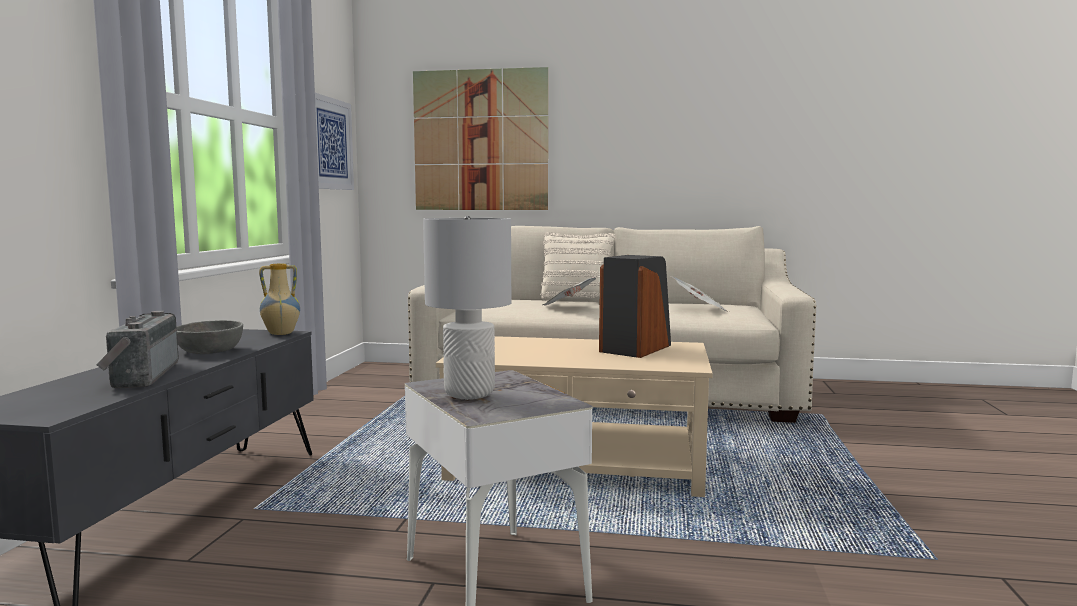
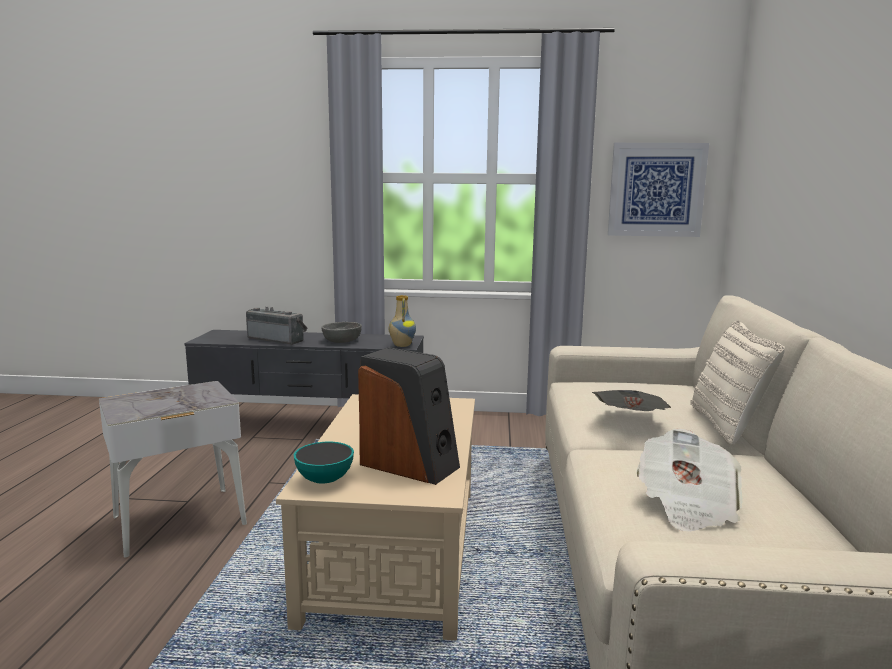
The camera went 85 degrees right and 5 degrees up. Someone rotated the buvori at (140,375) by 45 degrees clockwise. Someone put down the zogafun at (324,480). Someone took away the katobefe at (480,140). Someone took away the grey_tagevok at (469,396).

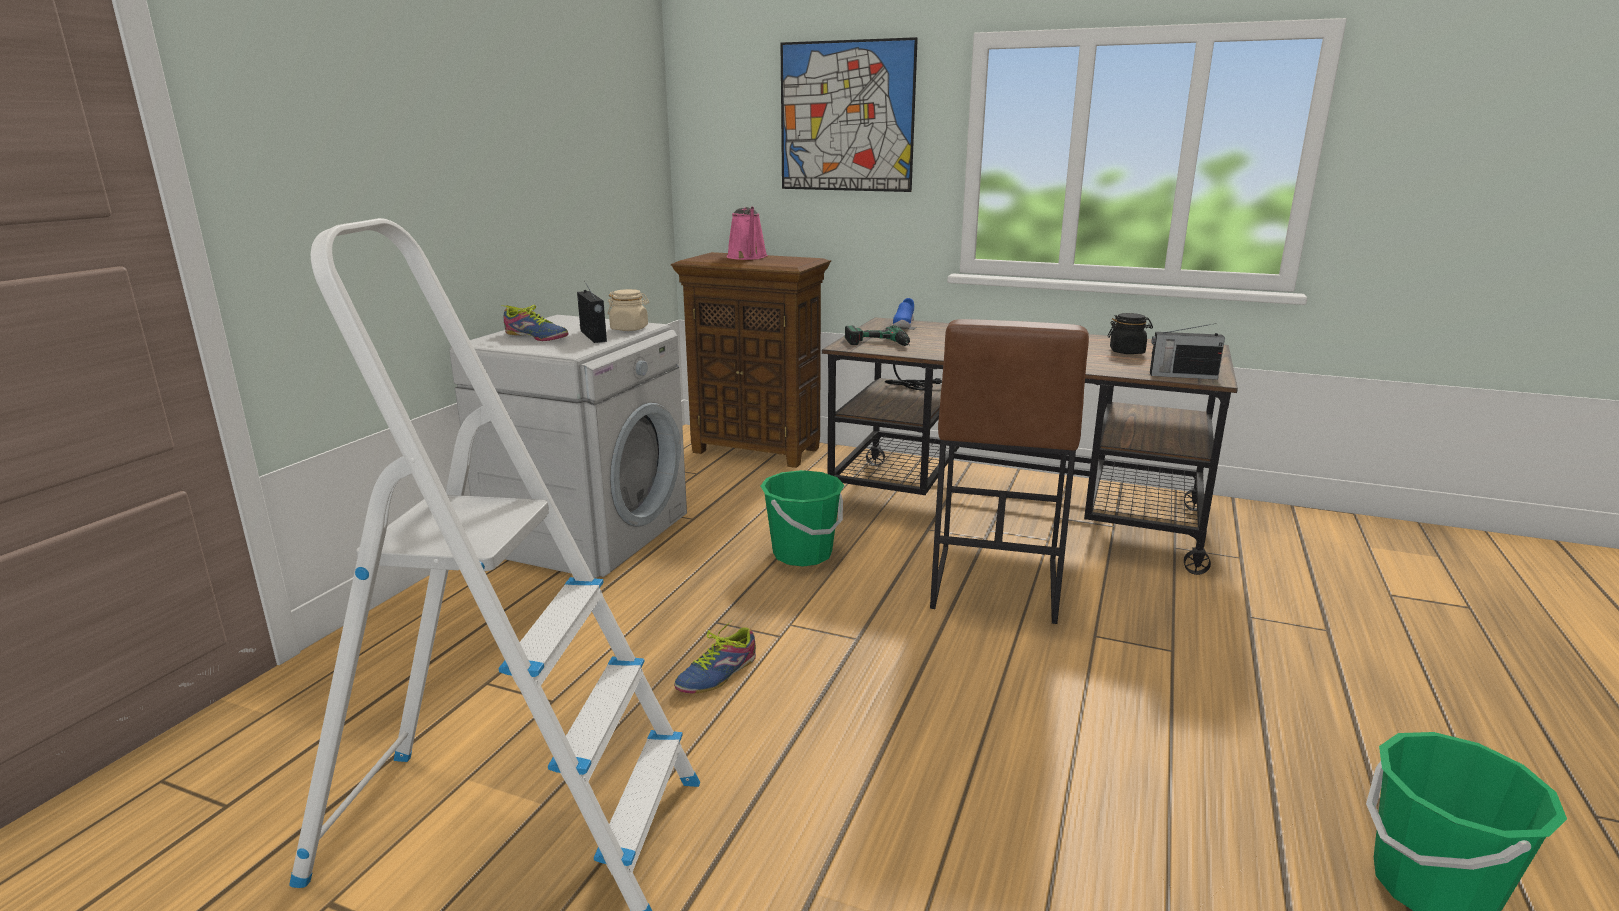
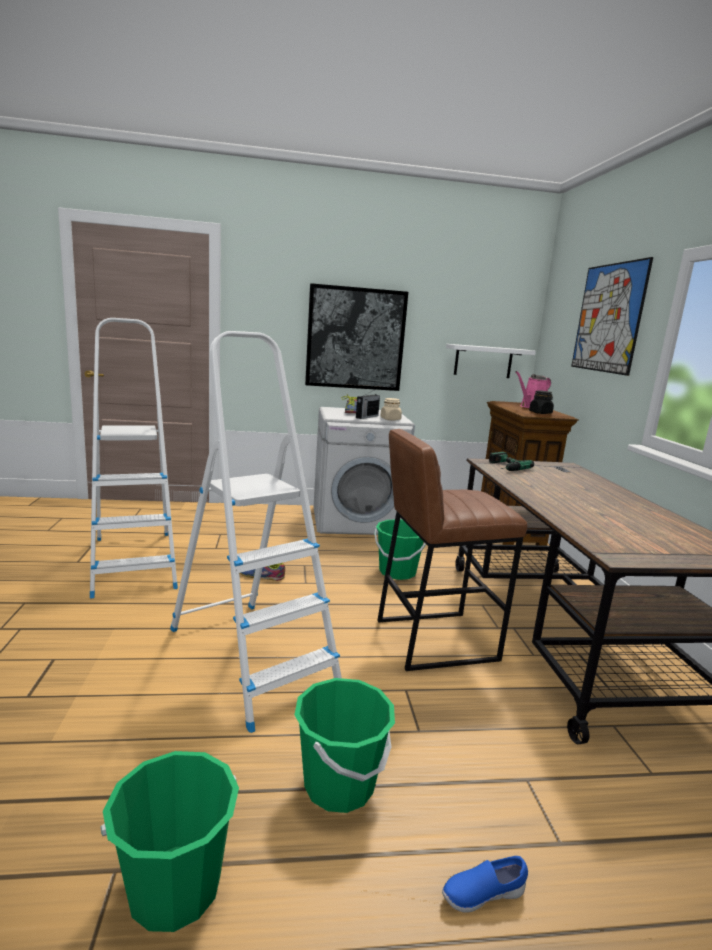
The camera went 60 degrees right and 5 degrees down. Someone put down the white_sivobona at (251,658). Someone put down the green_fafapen at (339,785). Someone put up the katobefe at (355,338). Someone carried the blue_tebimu from (903,325) to (482,894). Someone put up the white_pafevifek at (483,361). Someone carried the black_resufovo from (1127,352) to (540,413). Someone took away the buvori at (1181,375).

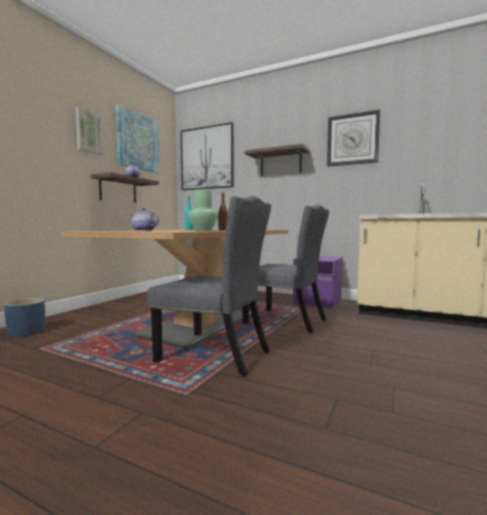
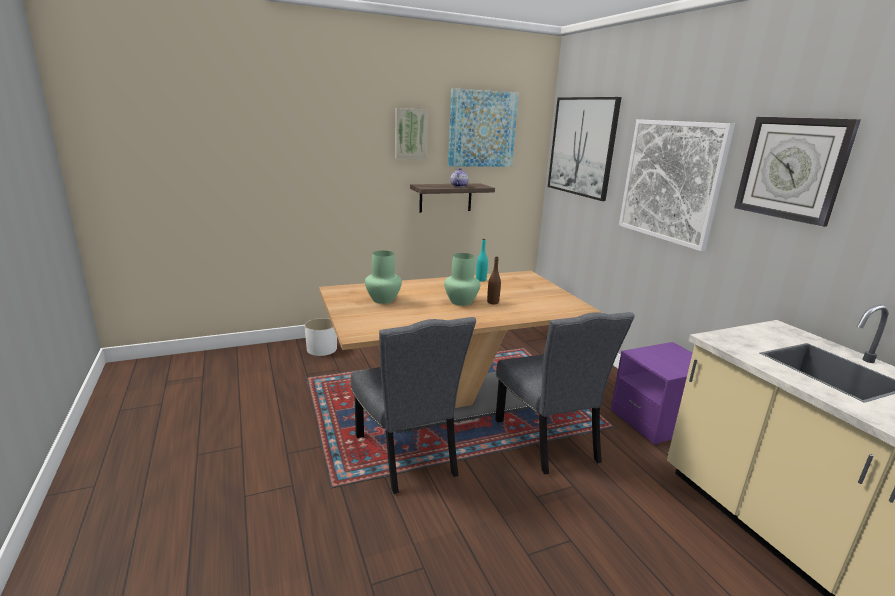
The camera went 40 degrees right and 15 degrees up. Someone repainted the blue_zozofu at (26,331), which became the white_zozofu at (321,349). Someone swapped the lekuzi at (143,230) for the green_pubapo at (383,300). Someone swapped the pafevifek at (281,163) for the katobefe at (671,181).

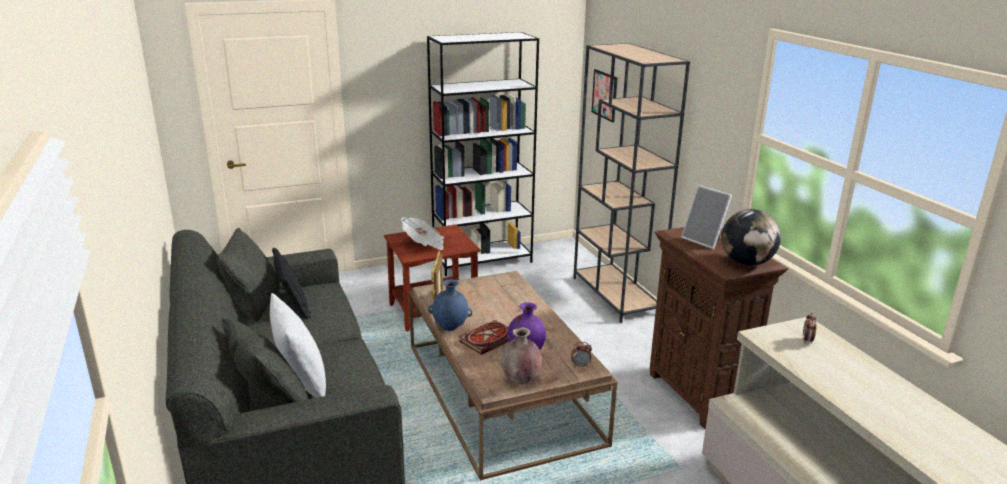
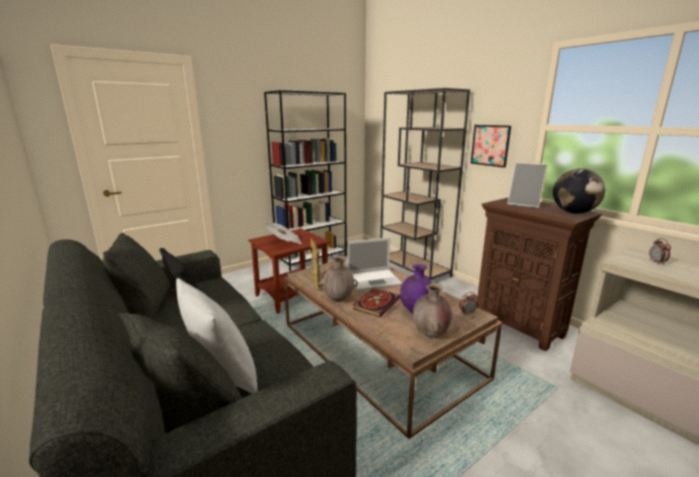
The camera went 15 degrees left and 5 degrees down. Someone repainted the blue_pubapo at (450,328), which became the brown_pubapo at (338,299). Someone put down the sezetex at (374,280). Someone carried the katobefe from (605,95) to (490,145).

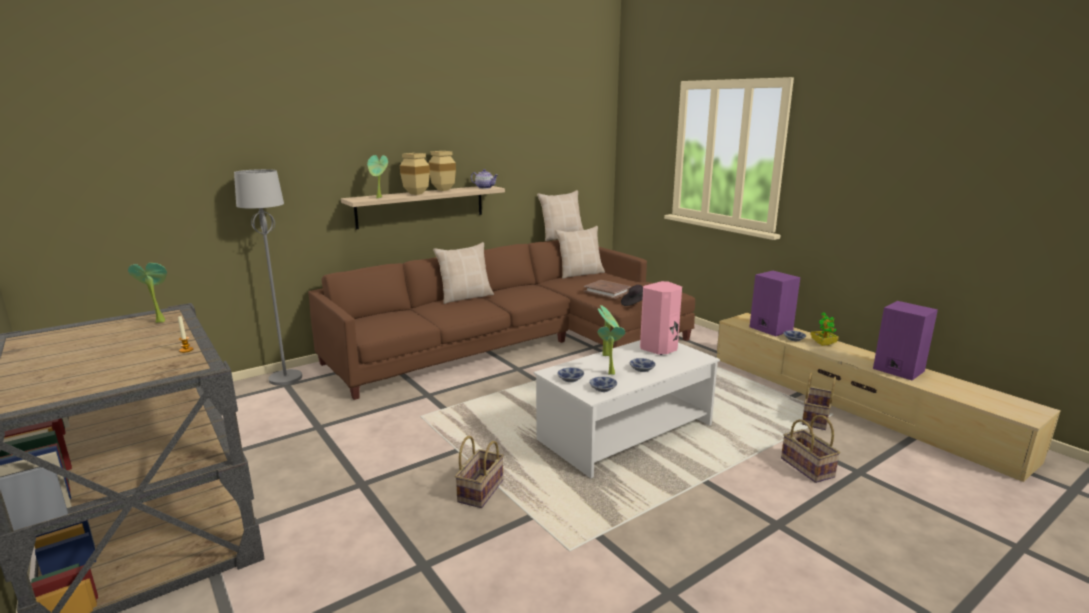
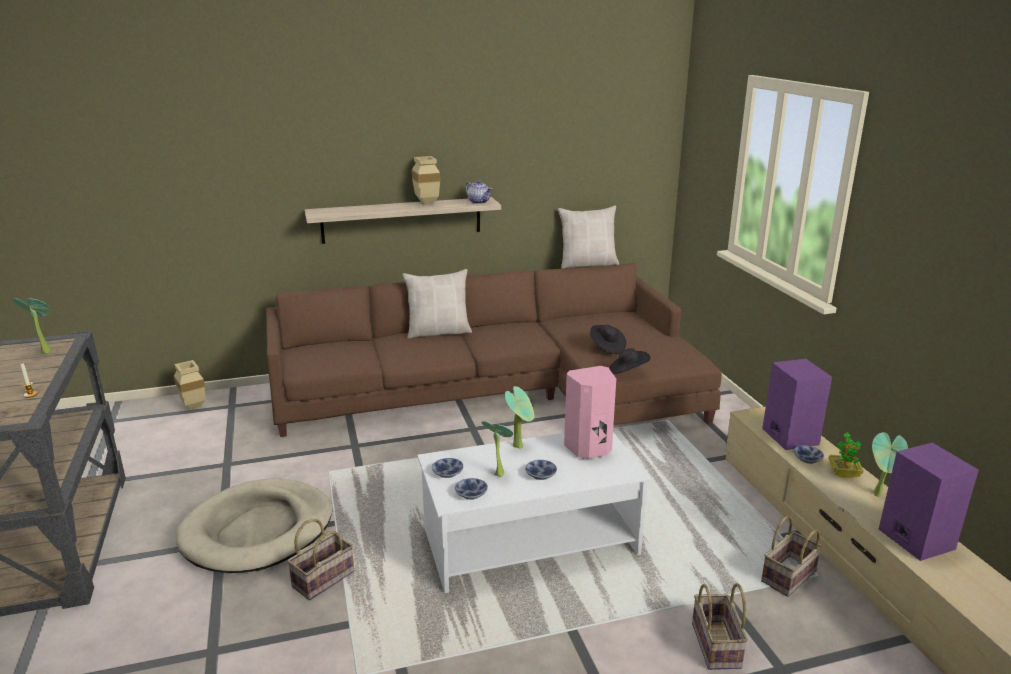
The camera went 20 degrees right and 5 degrees up. Someone carried the beige_pubapo from (414,194) to (192,406). Someone put down the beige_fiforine at (258,530). Someone swapped the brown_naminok at (607,291) for the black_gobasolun at (607,347). Someone carried the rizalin from (380,197) to (879,495). Someone took away the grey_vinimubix at (285,378). Someone took away the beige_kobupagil at (580,274).

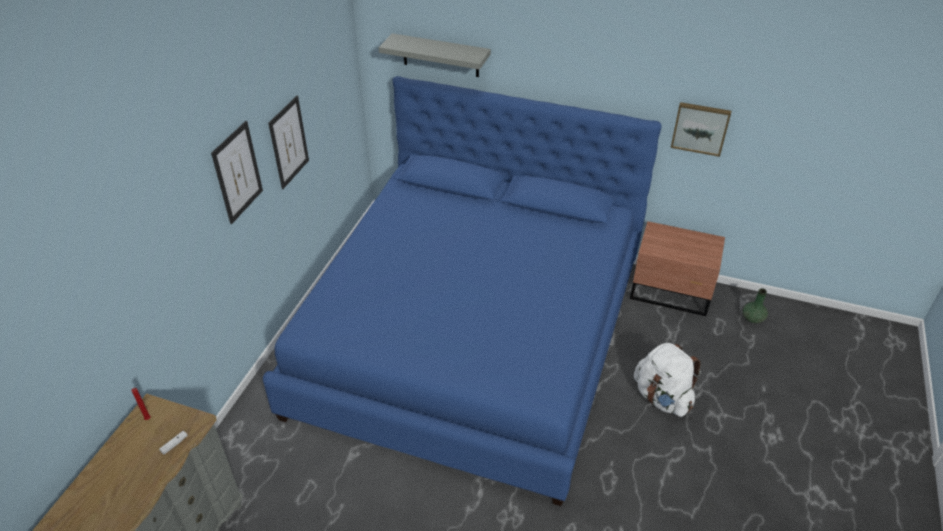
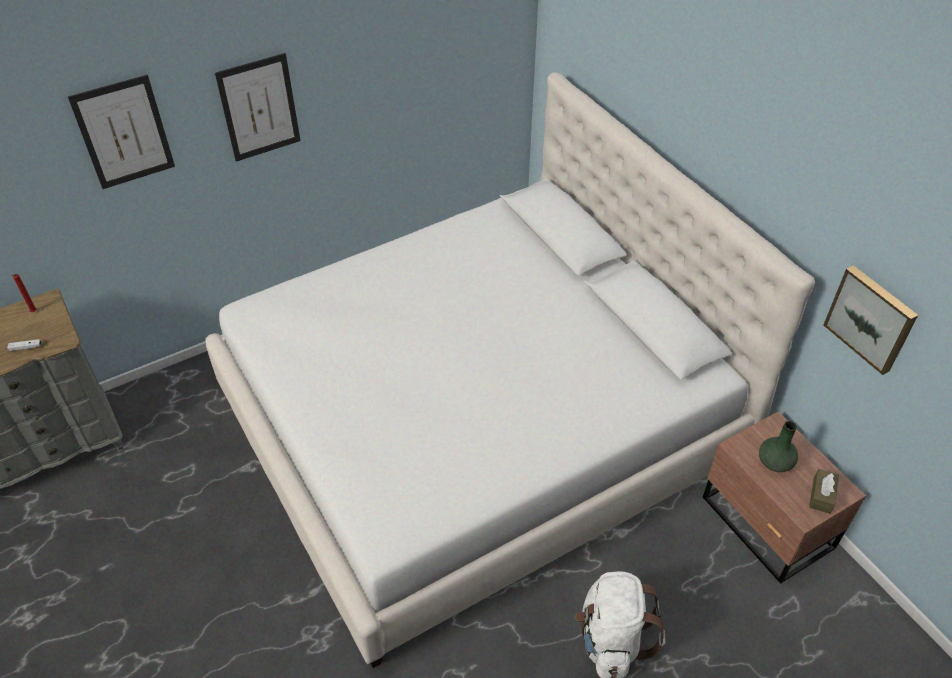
The camera went 40 degrees right and 5 degrees up. Someone carried the katobefe from (289,142) to (124,132). Someone repainted the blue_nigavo at (471,335), which became the white_nigavo at (477,423). Someone carried the green_pubapo from (753,318) to (775,462). Someone put down the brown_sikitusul at (821,495). Someone took away the grey_pafevifek at (440,55).

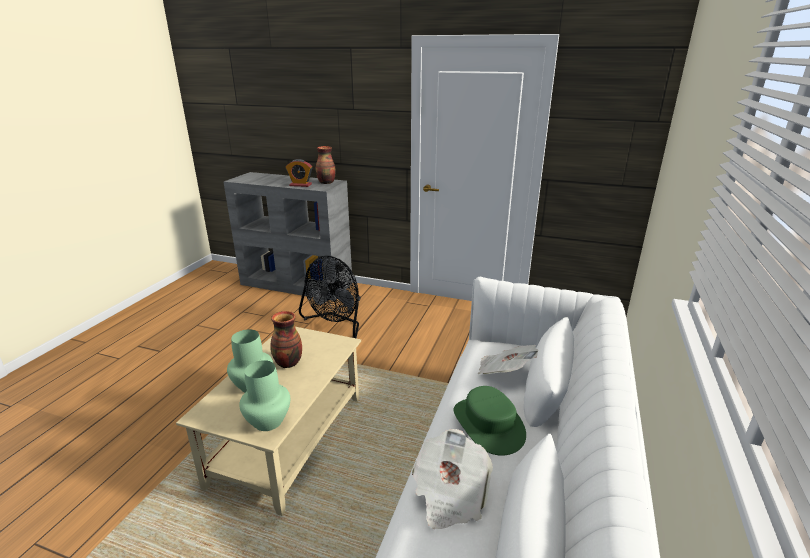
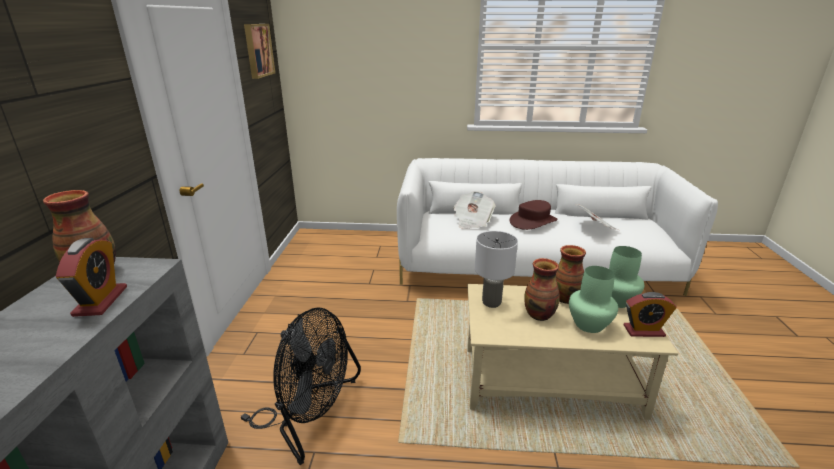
The camera went 105 degrees left and 0 degrees up. Someone put up the katobefe at (257,50). Someone put down the white_tagevok at (491,302). Someone repainted the green_gobasolun at (488,424), which became the brown_gobasolun at (533,221). Someone put down the pubapo at (566,298). Someone put down the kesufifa at (643,331).

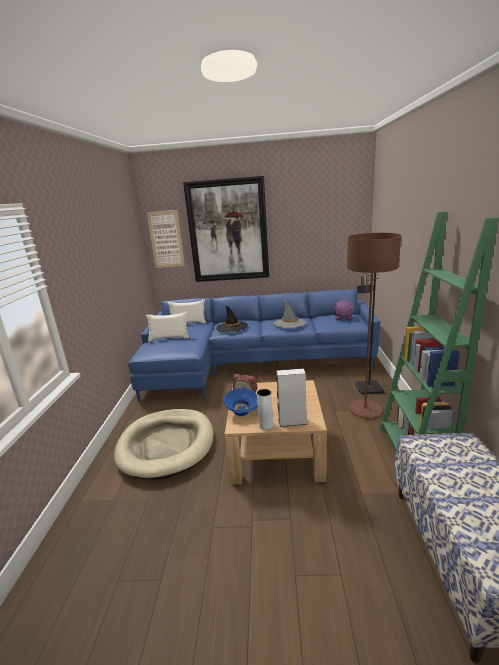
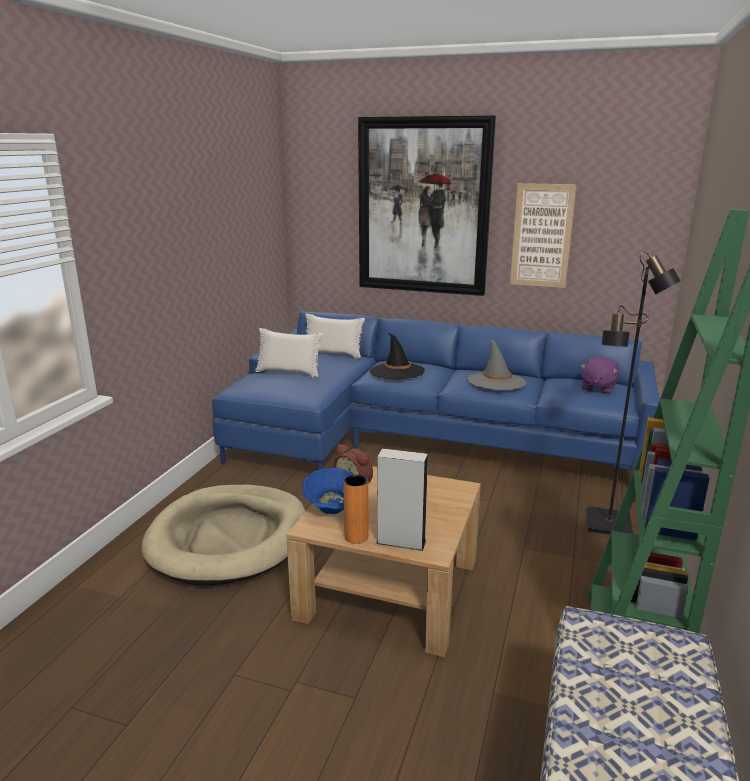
The camera went 15 degrees right and 0 degrees up. Someone repainted the grey_pubapo at (266,425), which became the orange_pubapo at (356,537). Someone carried the katobefe from (166,239) to (542,236). Someone took away the brown_vinimubix at (365,410).

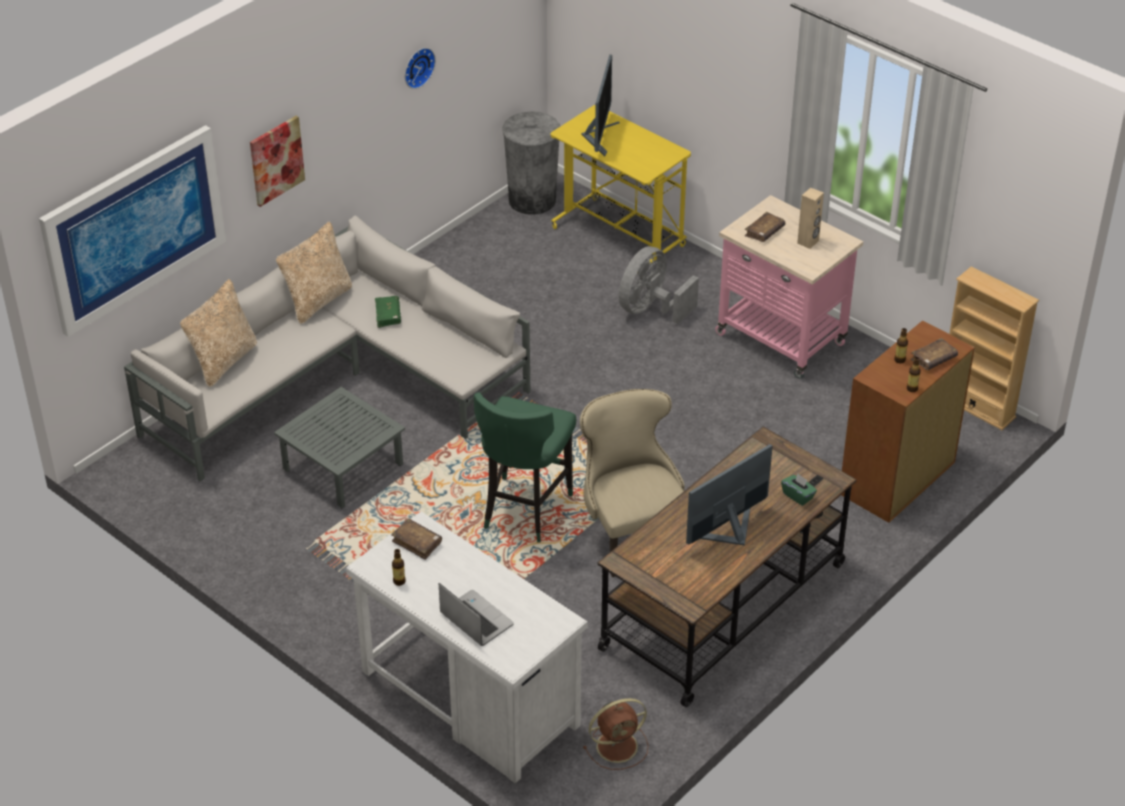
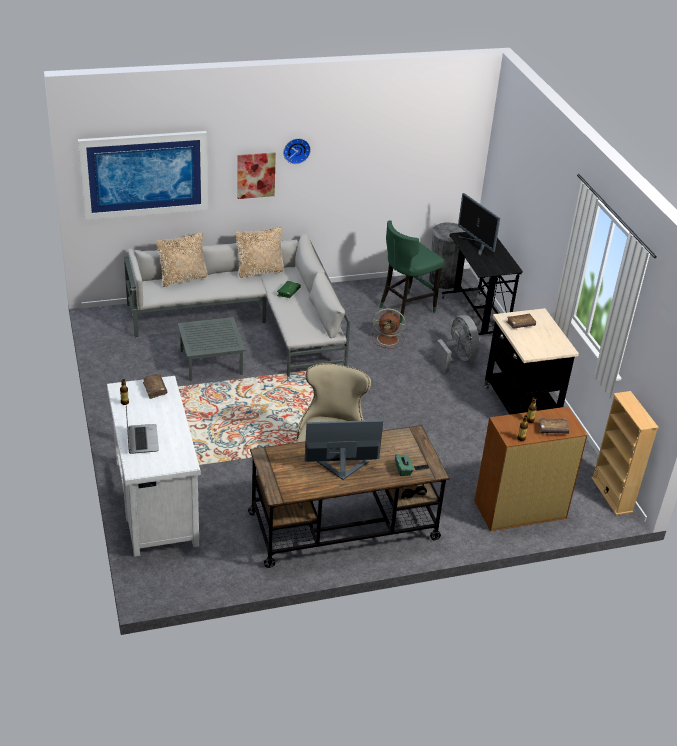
The camera went 30 degrees right and 5 degrees down. Someone carried the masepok from (417,66) to (296,150). Someone carried the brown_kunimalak from (618,745) to (388,339). Someone carried the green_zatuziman from (524,510) to (405,308). Someone rotated the grey_kunimalak at (651,309) by 90 degrees clockwise. Someone repainted the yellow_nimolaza at (618,236), which became the black_nimolaza at (475,316). Someone rotated the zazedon at (599,136) by 105 degrees clockwise. Someone repainted the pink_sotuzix at (781,340), which became the black_sotuzix at (520,406). Someone took away the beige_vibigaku at (808,242).

